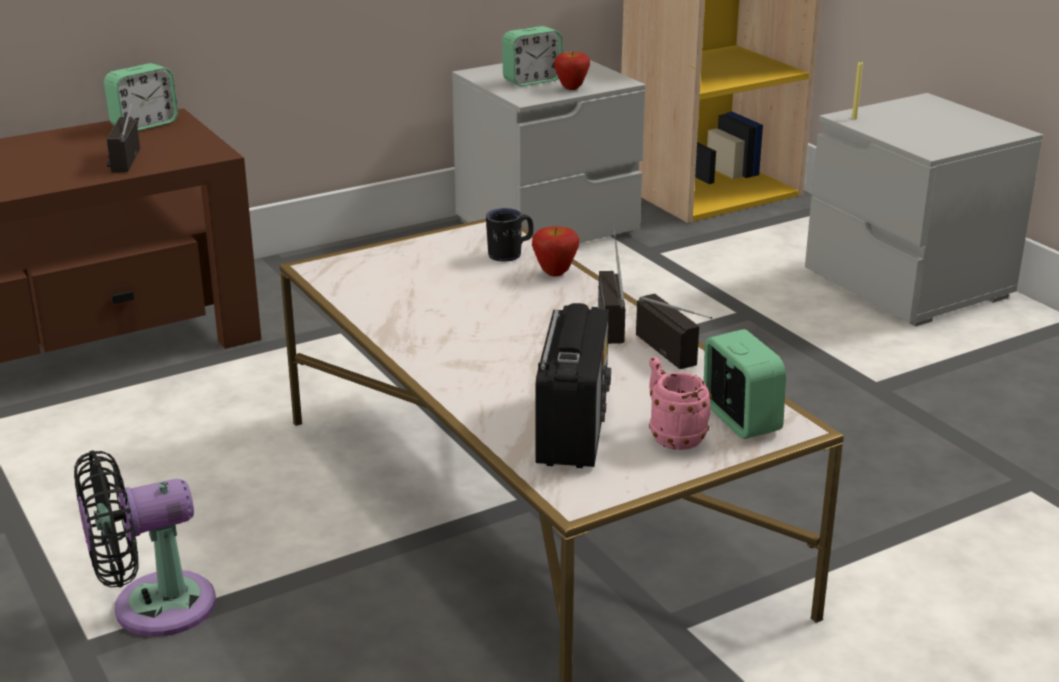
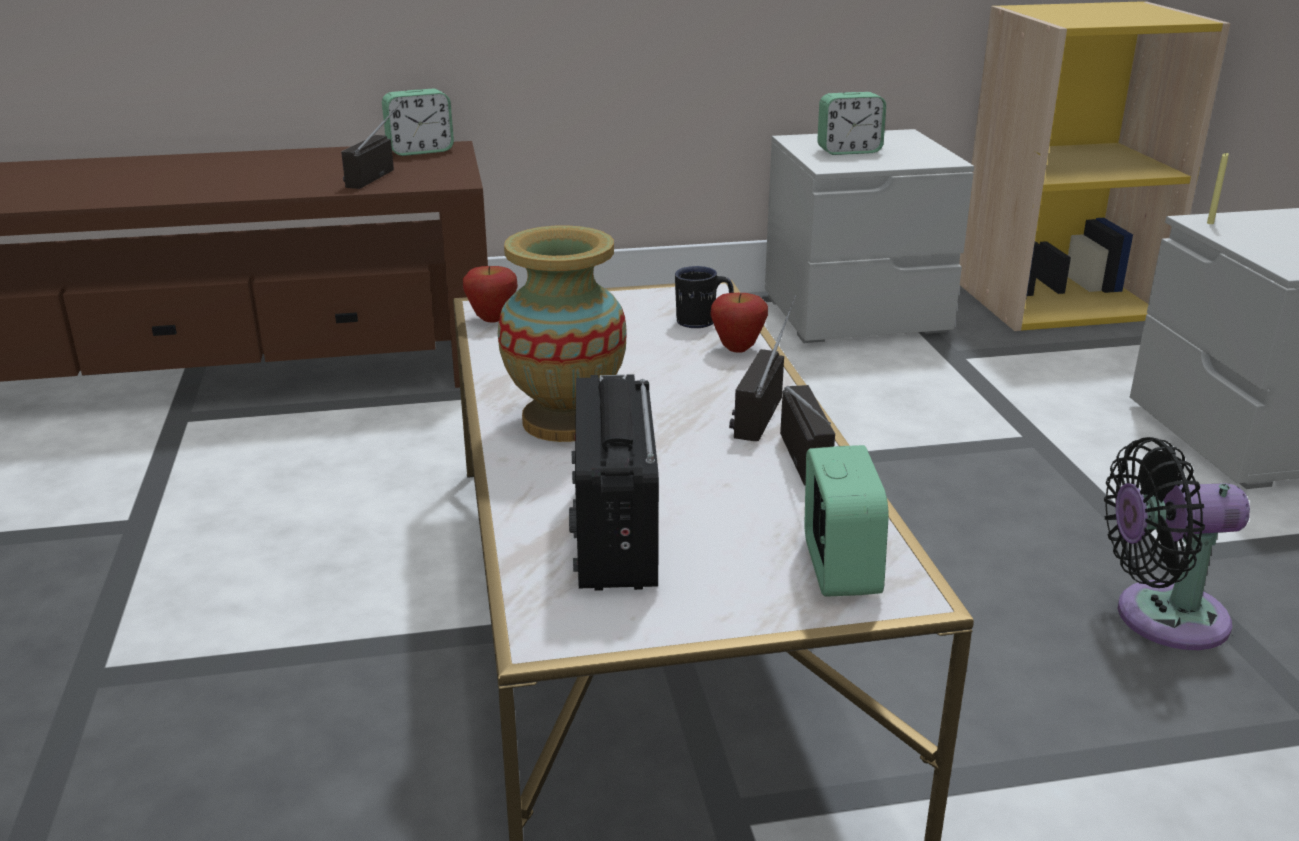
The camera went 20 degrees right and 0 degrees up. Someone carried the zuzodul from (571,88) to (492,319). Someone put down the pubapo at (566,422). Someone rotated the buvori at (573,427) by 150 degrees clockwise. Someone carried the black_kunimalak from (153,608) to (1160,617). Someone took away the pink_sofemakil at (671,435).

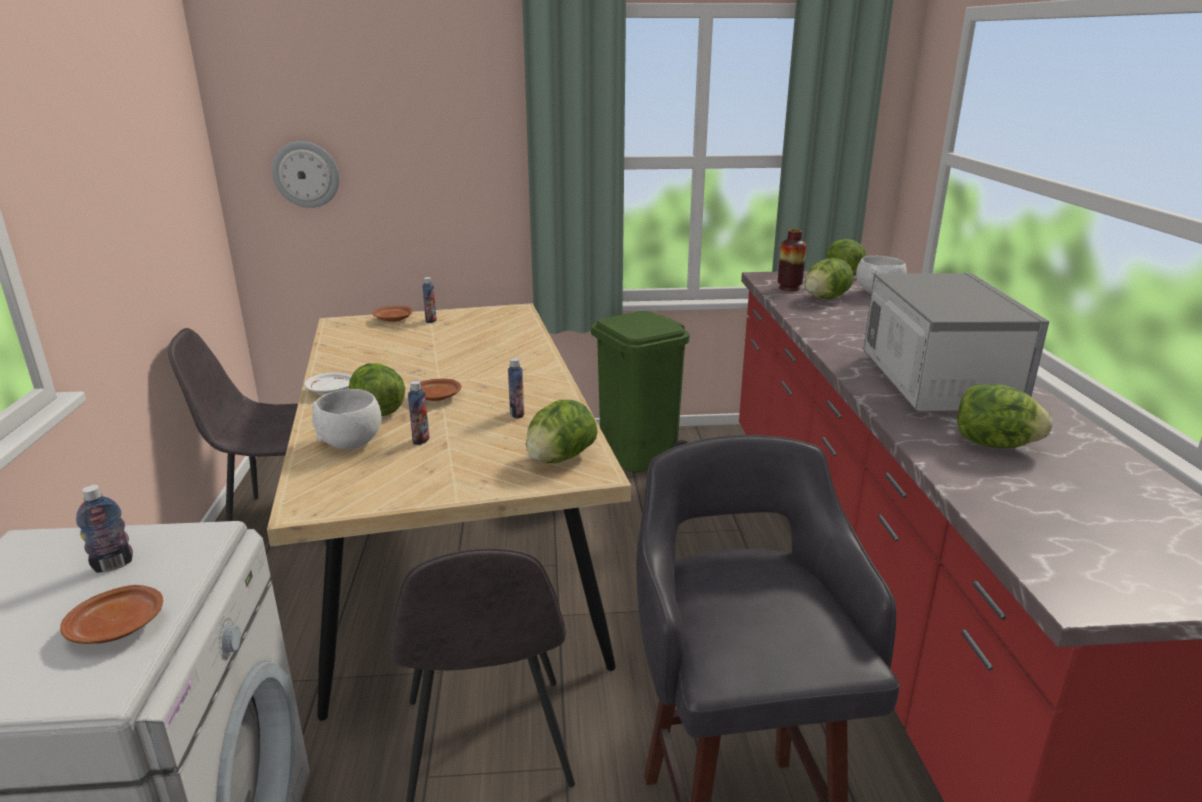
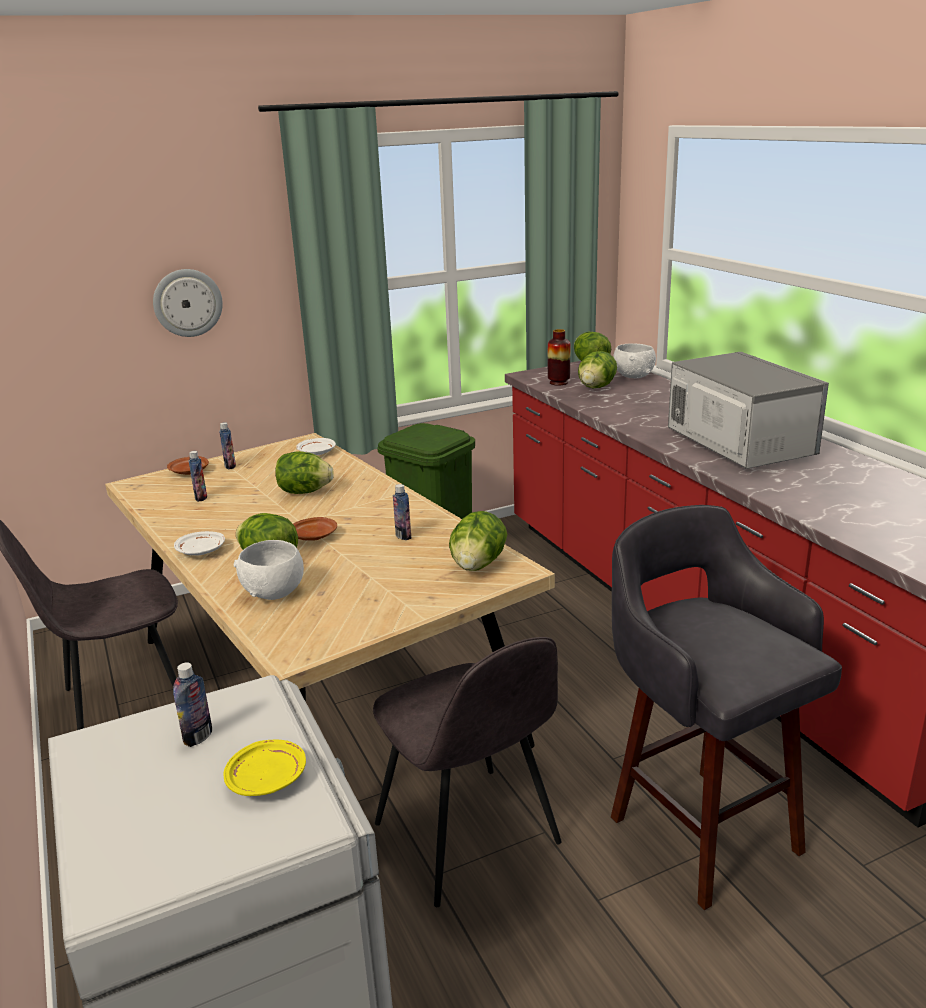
The camera went 20 degrees left and 0 degrees up. Someone carried the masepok from (306,174) to (187,302). Someone carried the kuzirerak from (421,440) to (201,498). Someone repainted the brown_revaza at (119,627), which became the yellow_revaza at (267,778). Someone carried the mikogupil from (993,444) to (304,492). Someone put down the white_revaza at (316,452).

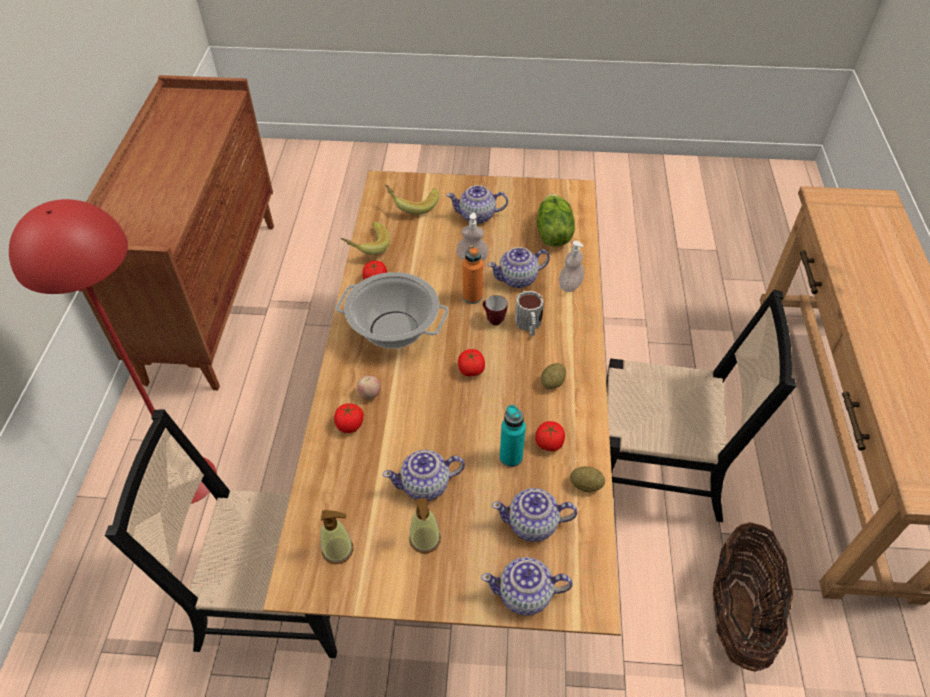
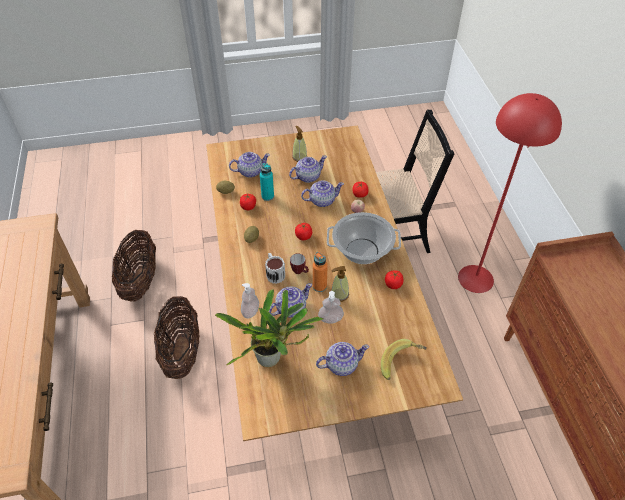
The camera went 165 degrees right and 0 degrees up. Someone swapped the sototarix at (658,469) for the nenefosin at (182,351). Someone swapped the mikogupil at (552,234) for the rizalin at (272,359). Someone carried the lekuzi from (525,595) to (322,200). Someone carried the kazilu from (338,550) to (339,294). Someone took away the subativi at (366,246).

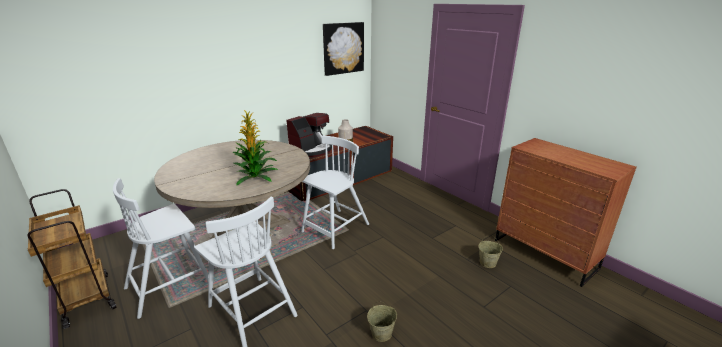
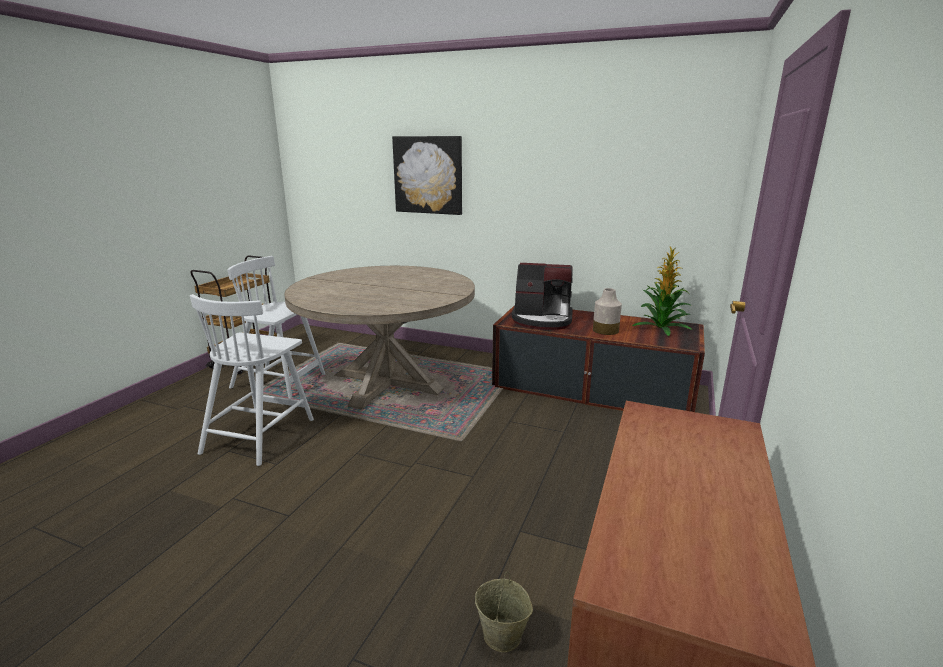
The camera went 60 degrees right and 5 degrees down. Someone carried the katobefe from (343,48) to (428,175). Someone carried the rizalin from (256,177) to (662,328). Someone took away the white_sototarix at (335,229). Someone took away the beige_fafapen at (382,333).

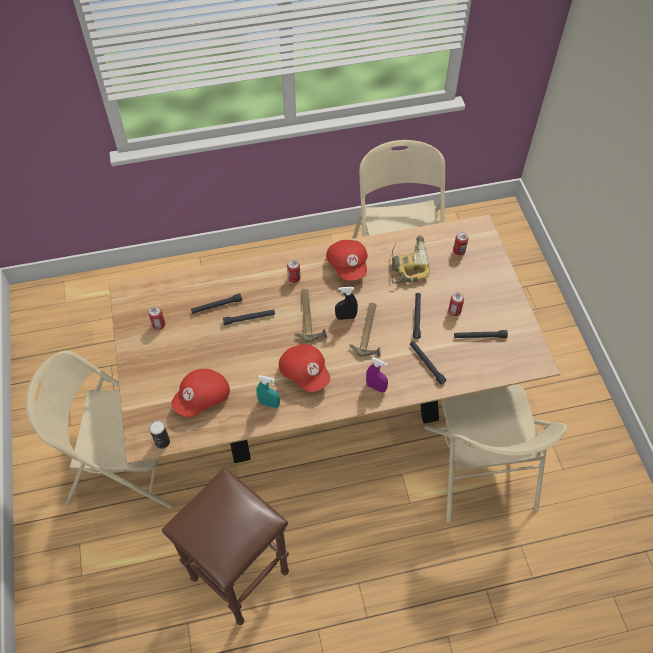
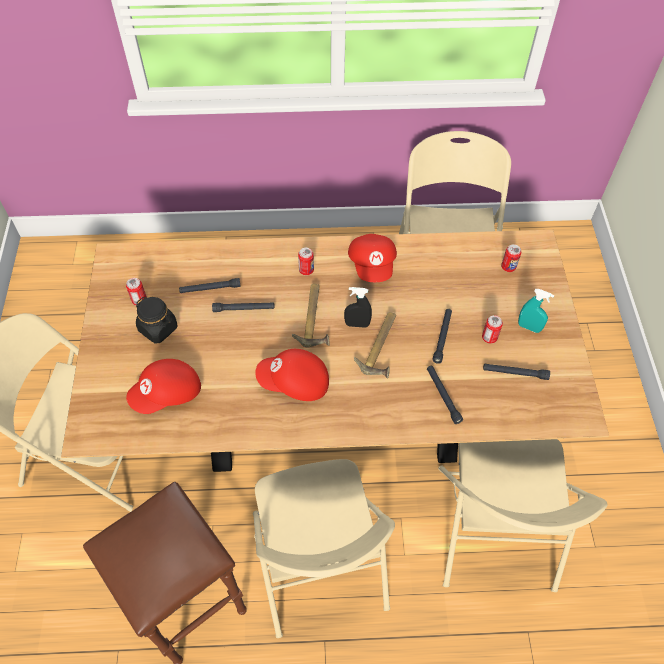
The camera went 10 degrees right and 0 degrees up. Someone put down the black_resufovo at (158,329). Someone put down the beige_sototarix at (318,560). Someone rotated the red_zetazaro at (305,372) by 120 degrees clockwise. Someone carried the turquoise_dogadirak from (269,403) to (529,327). Someone took away the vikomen at (162,442). Someone took away the purple_dogadirak at (376,387). Someone took away the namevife at (408,263).

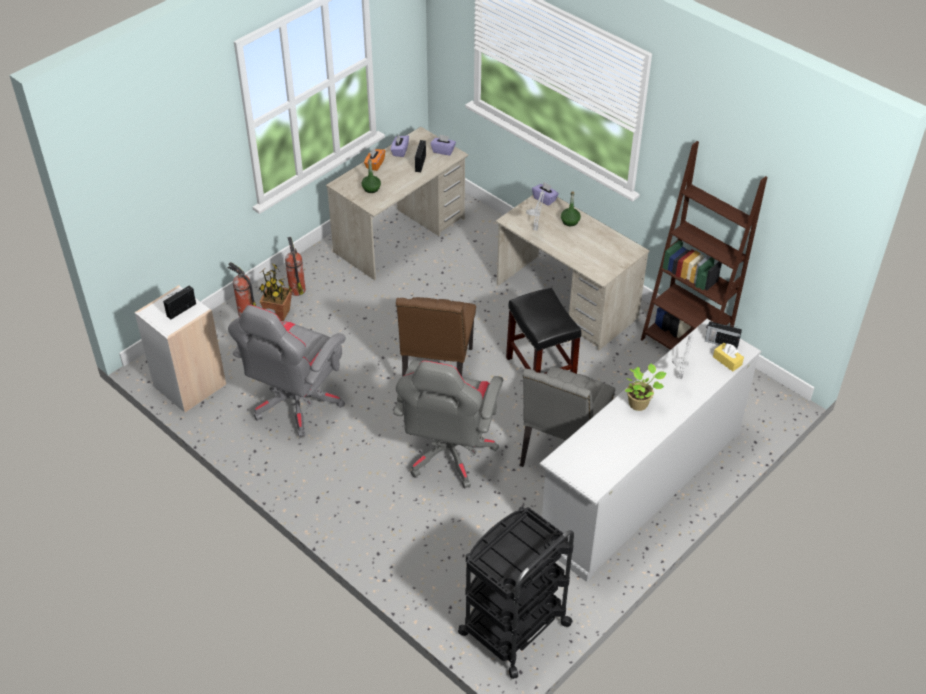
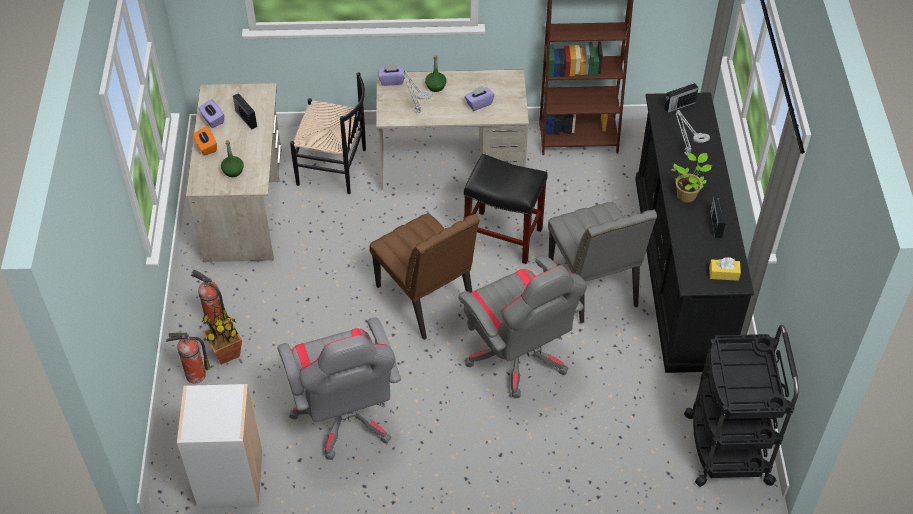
The camera went 45 degrees left and 5 degrees up. Someone put down the black_sototarix at (335,168). Someone carried the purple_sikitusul from (443,151) to (479,103). Someone repainted the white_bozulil at (641,487), which became the black_bozulil at (680,270). Someone carried the yellow_sikitusul from (727,361) to (723,273). Someone carried the buvori from (182,309) to (716,224).

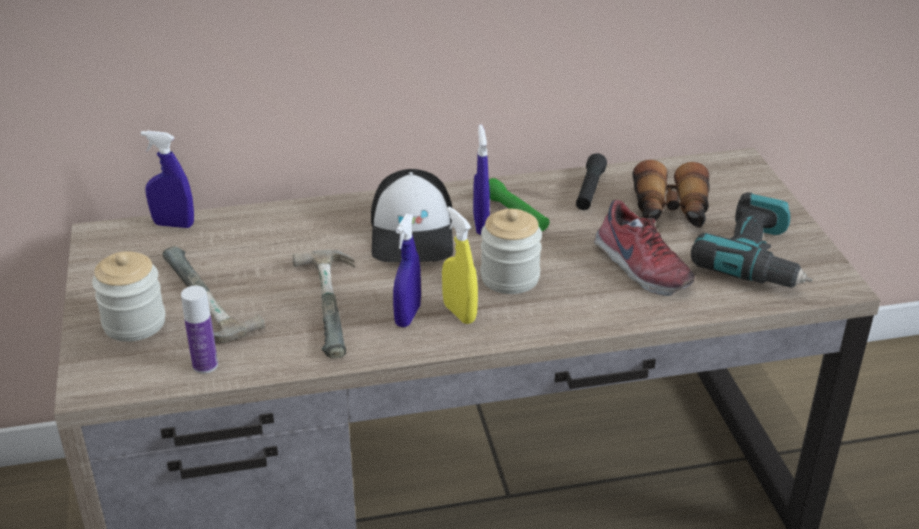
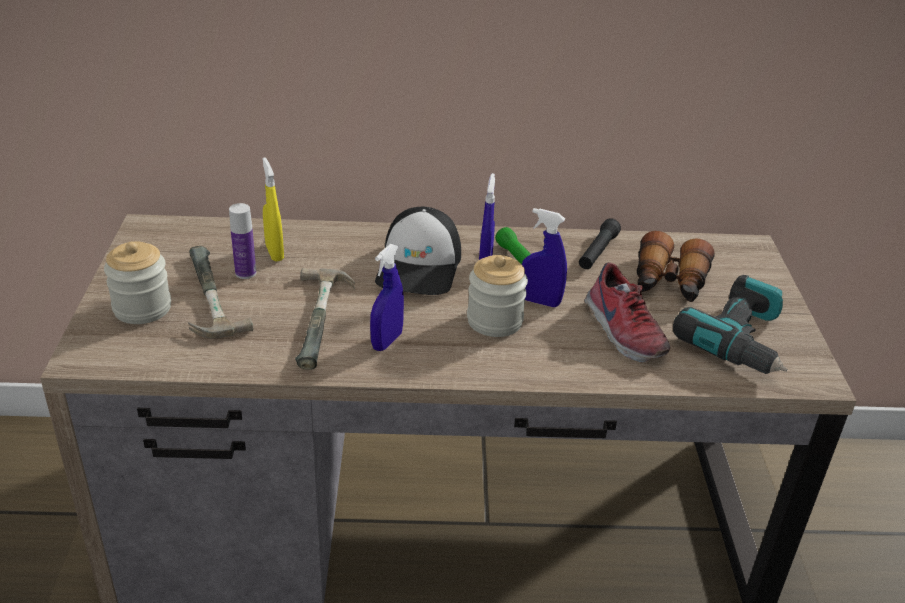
The camera went 10 degrees right and 0 degrees up. Someone carried the kuzirerak from (205,365) to (245,273). Someone carried the yellow_dogadirak from (459,313) to (274,252). Someone carried the blue_dogadirak from (173,224) to (540,301).

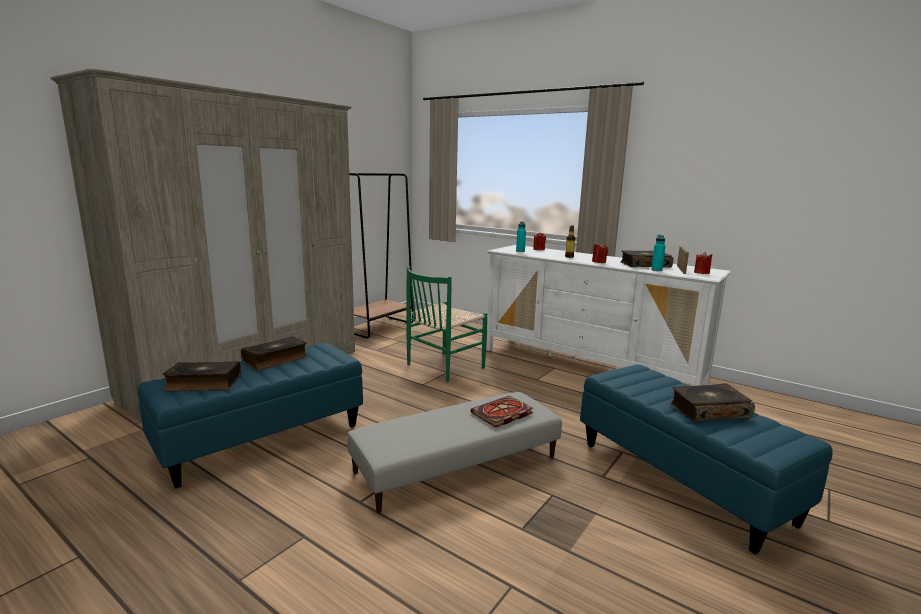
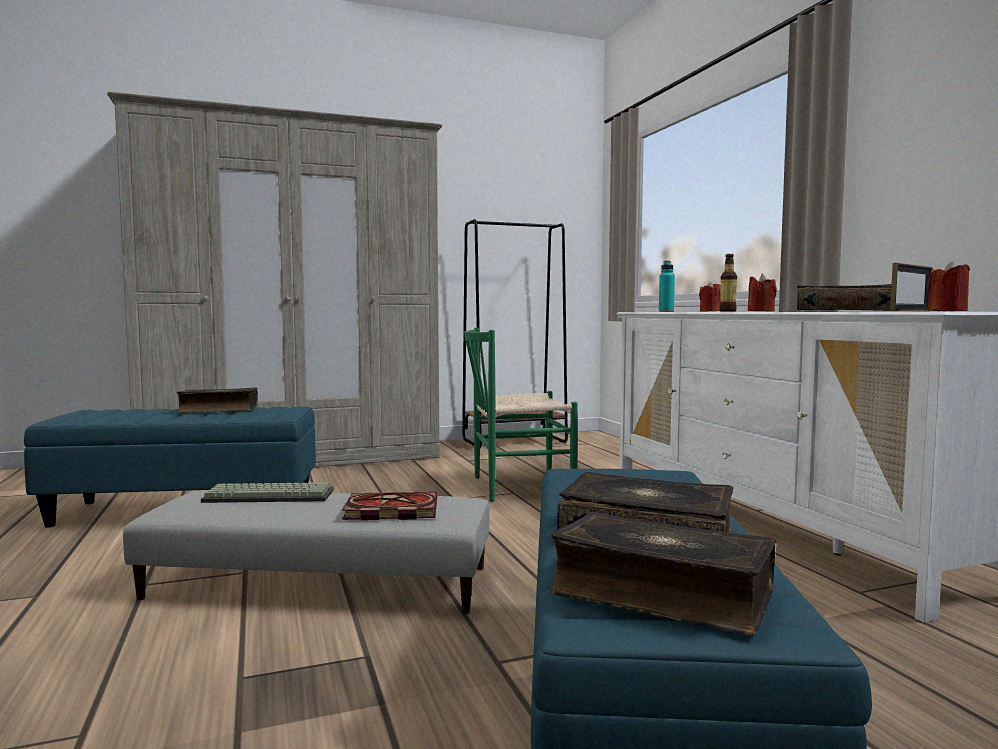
The camera went 35 degrees right and 10 degrees down. Someone put down the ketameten at (271,495). Someone carried the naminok from (203,384) to (660,593). Someone took away the turquoise_kuzirerak at (656,270).

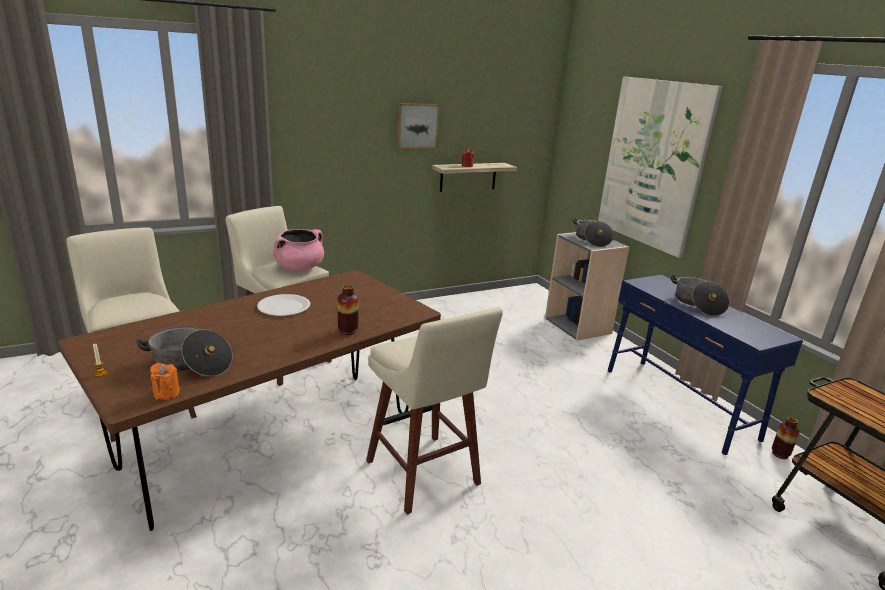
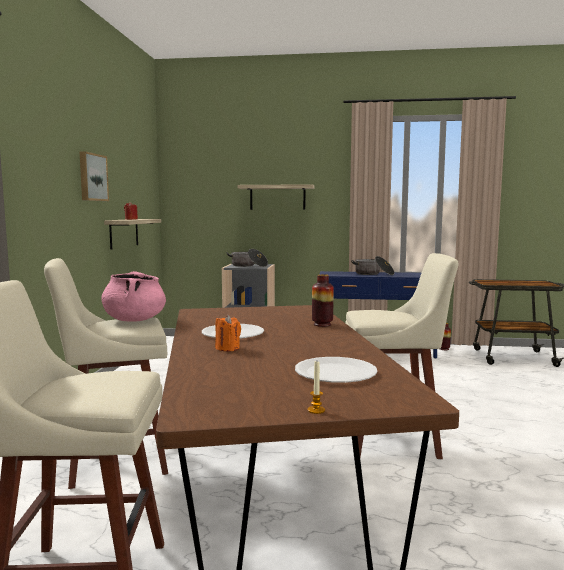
The camera went 55 degrees left and 15 degrees down. Someone carried the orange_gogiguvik from (166,394) to (228,348). Someone swapped the katobefe at (653,164) for the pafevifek at (277,197). Someone swapped the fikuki at (190,364) for the white_revaza at (335,372).

